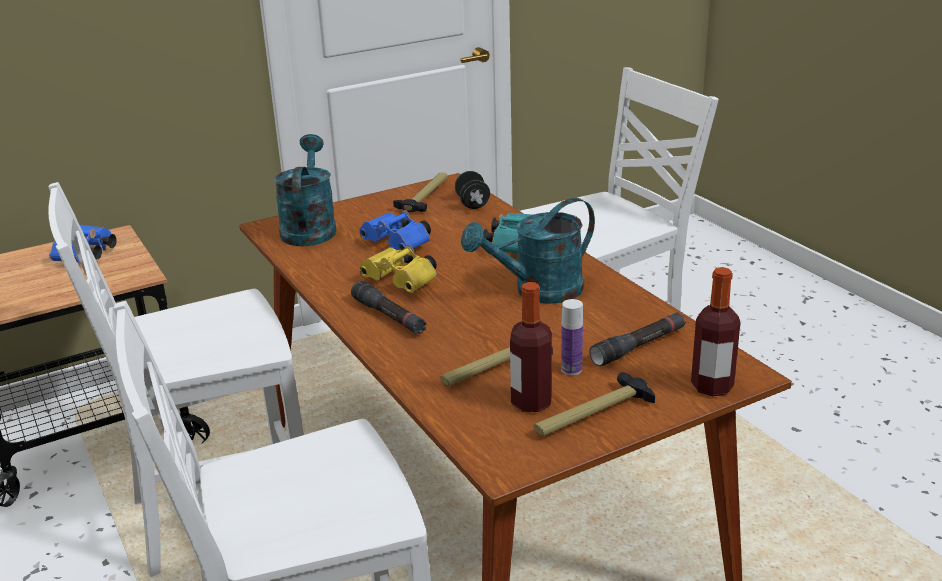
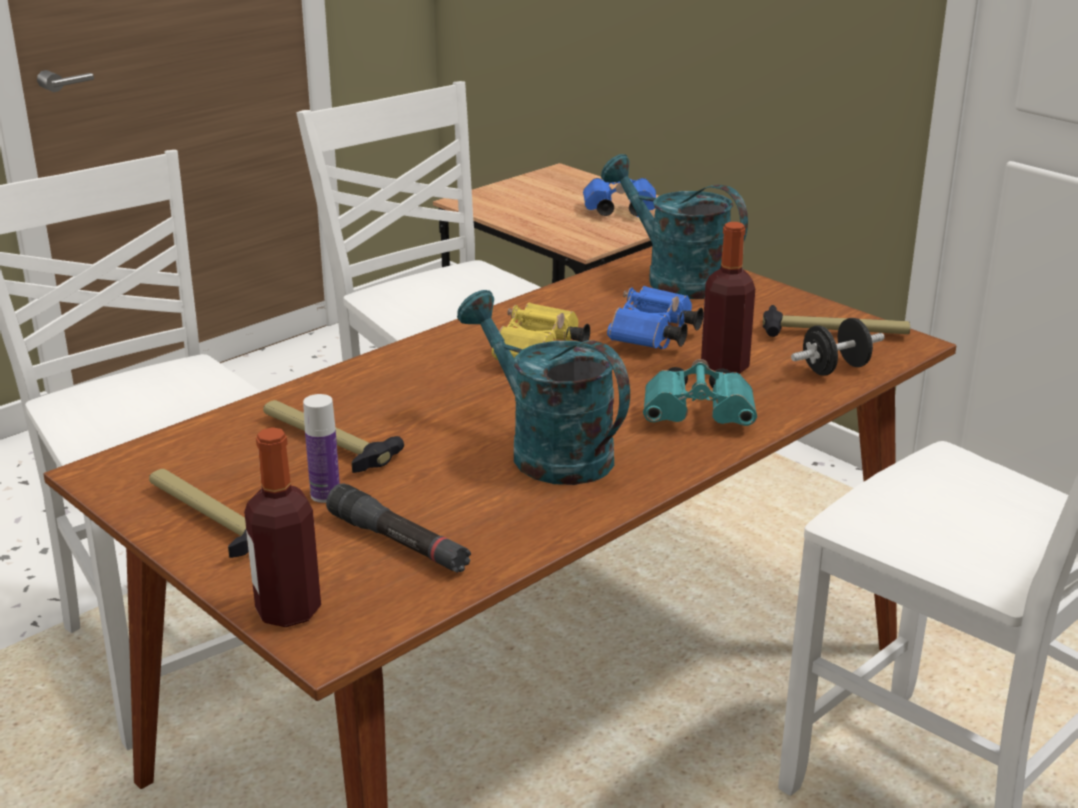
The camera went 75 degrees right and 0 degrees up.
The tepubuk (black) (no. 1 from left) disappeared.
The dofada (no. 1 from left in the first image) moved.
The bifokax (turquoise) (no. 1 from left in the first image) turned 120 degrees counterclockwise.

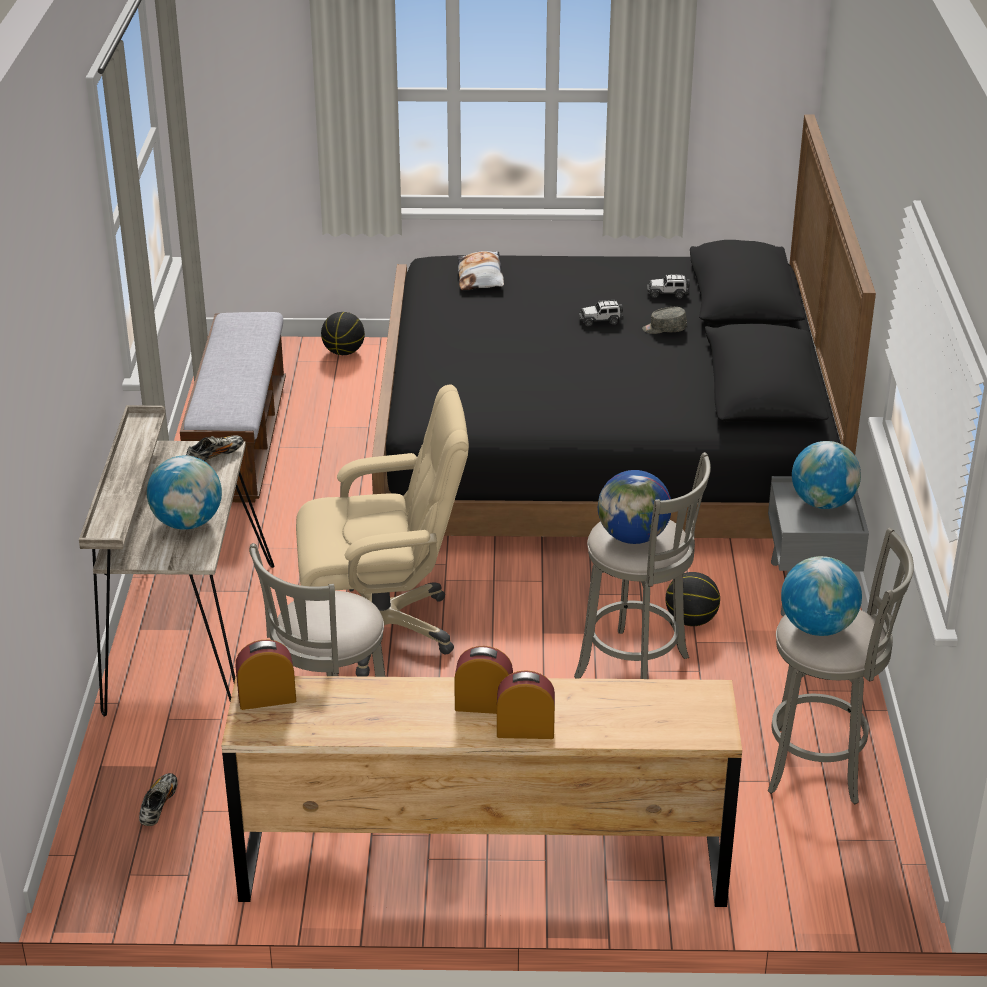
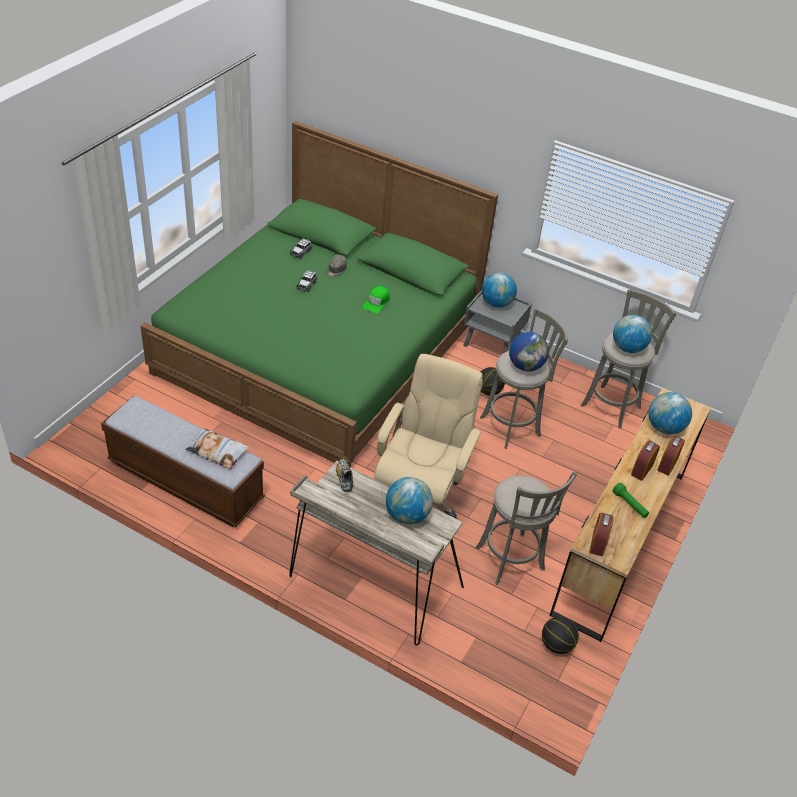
The camera went 65 degrees left and 10 degrees up.
The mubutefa (no. 1 from left) disappeared.
The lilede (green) appeared.
The tepubuk (green) appeared.
The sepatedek (no. 5 from left) appeared.
The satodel (no. 1 from left in the first image) moved.
The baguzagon moved.
The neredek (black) became the neredek (green).

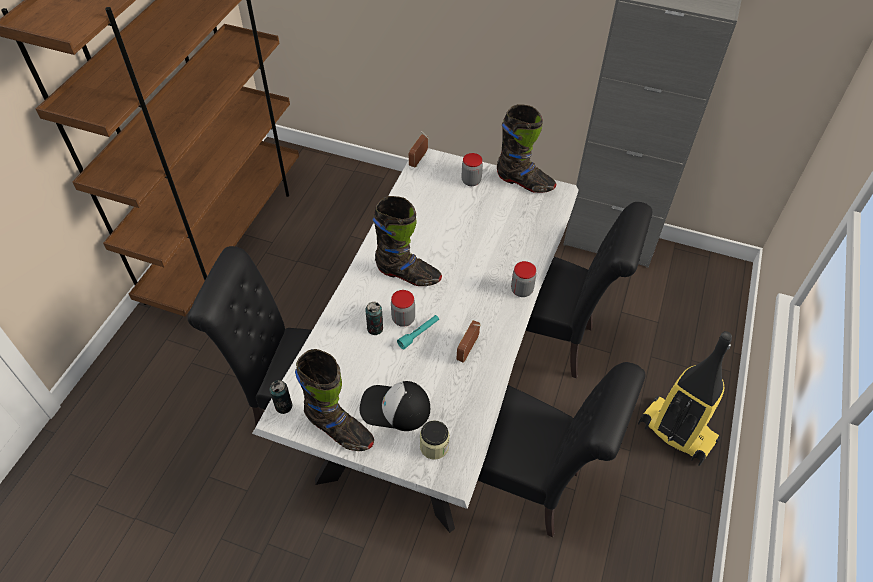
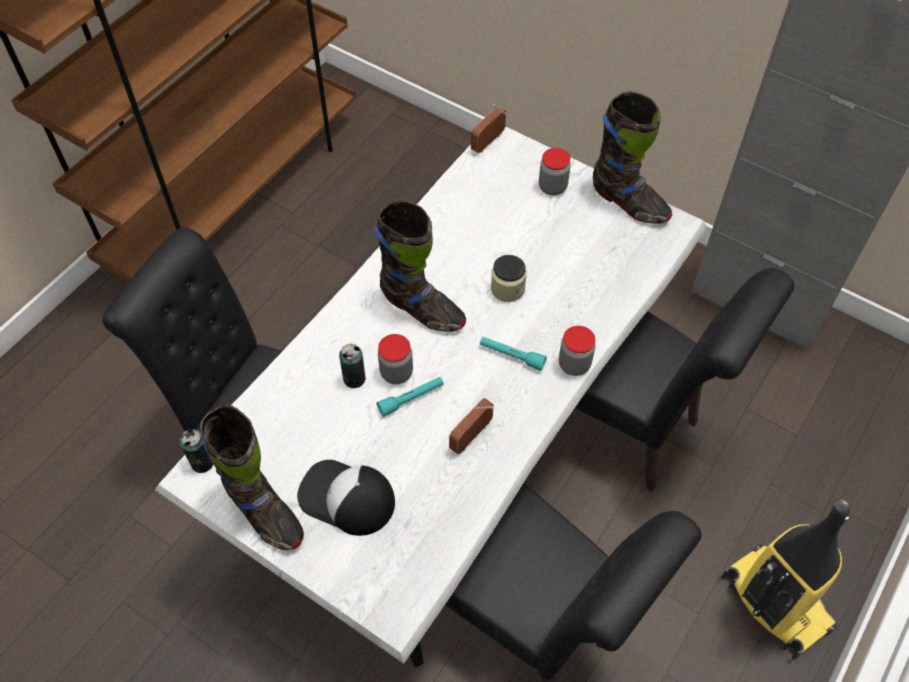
The camera went 15 degrees right and 5 degrees up.
The tepubuk (turquoise) (no. 2 from left) appeared.
The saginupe (no. 2 from left) moved.

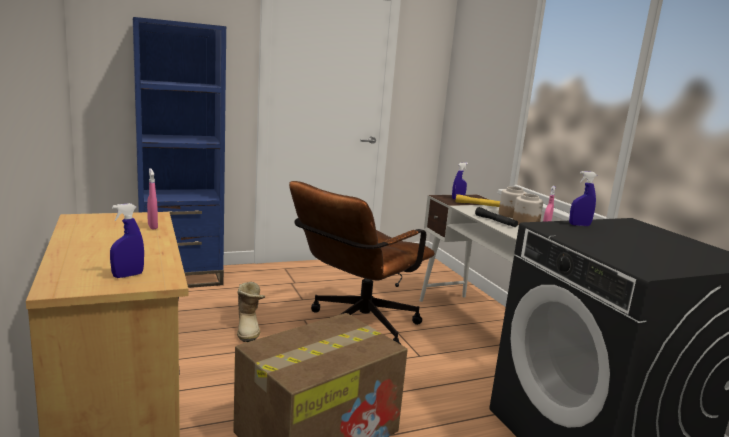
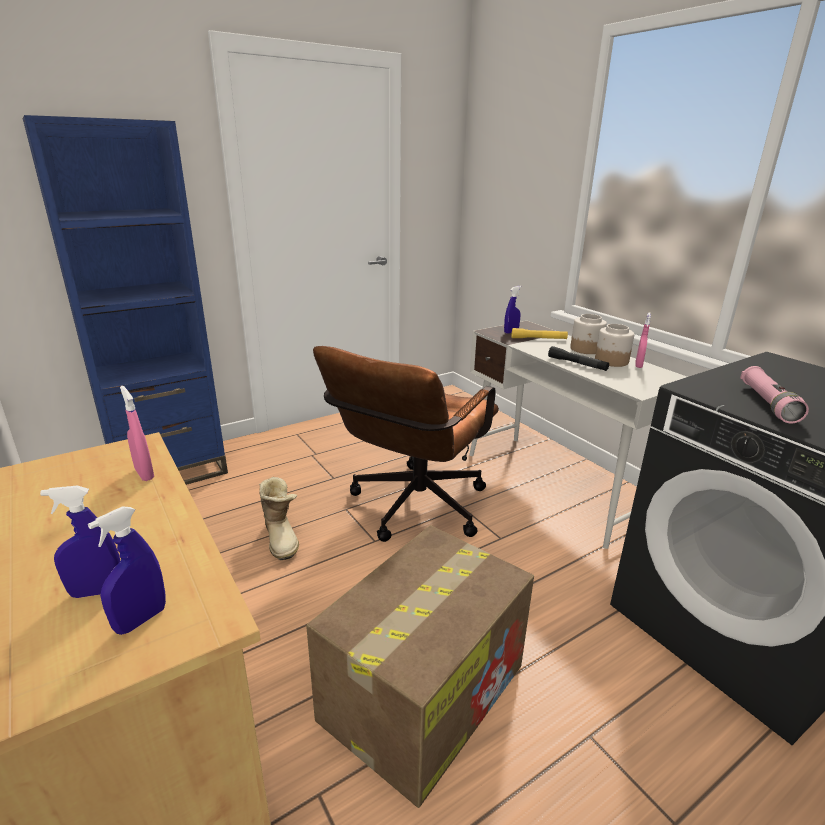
The camera went 10 degrees left and 10 degrees up.
The tepubuk (pink) appeared.
The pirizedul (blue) (no. 3 from left in the first image) moved.

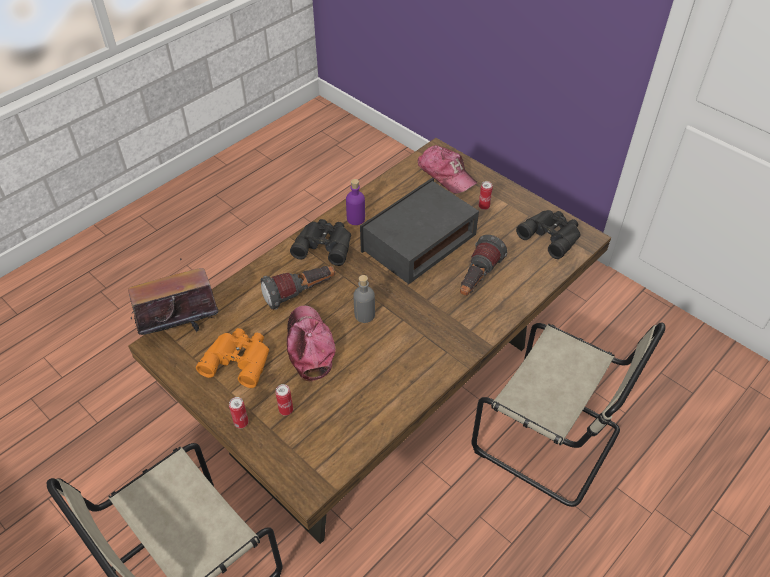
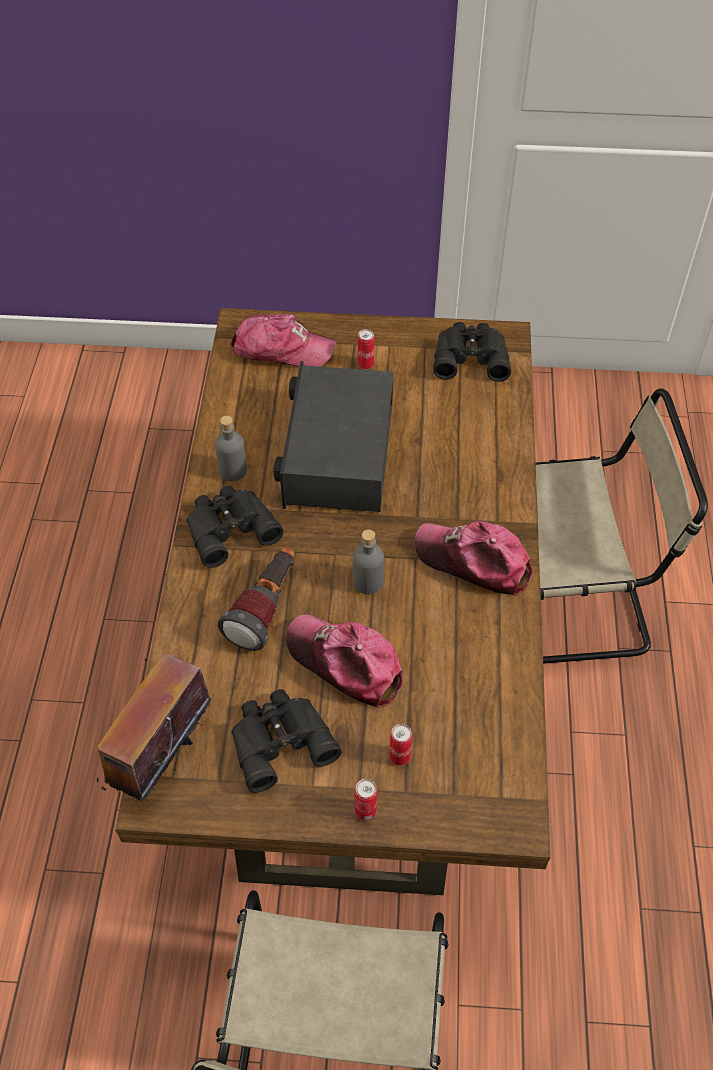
The camera went 40 degrees left and 5 degrees up.
The tepubuk (no. 2 from left) disappeared.
The lilede (no. 3 from left) appeared.
The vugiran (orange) became the vugiran (black) (no. 2 from left).
The dofada (purple) became the dofada (grey) (no. 1 from left).

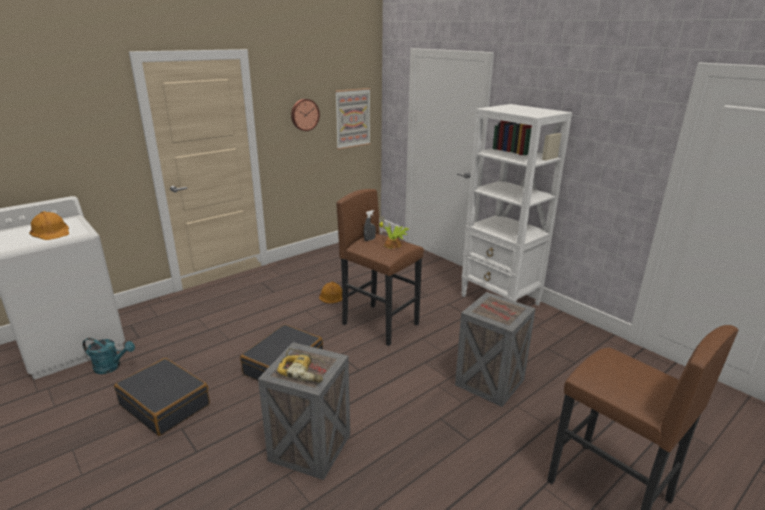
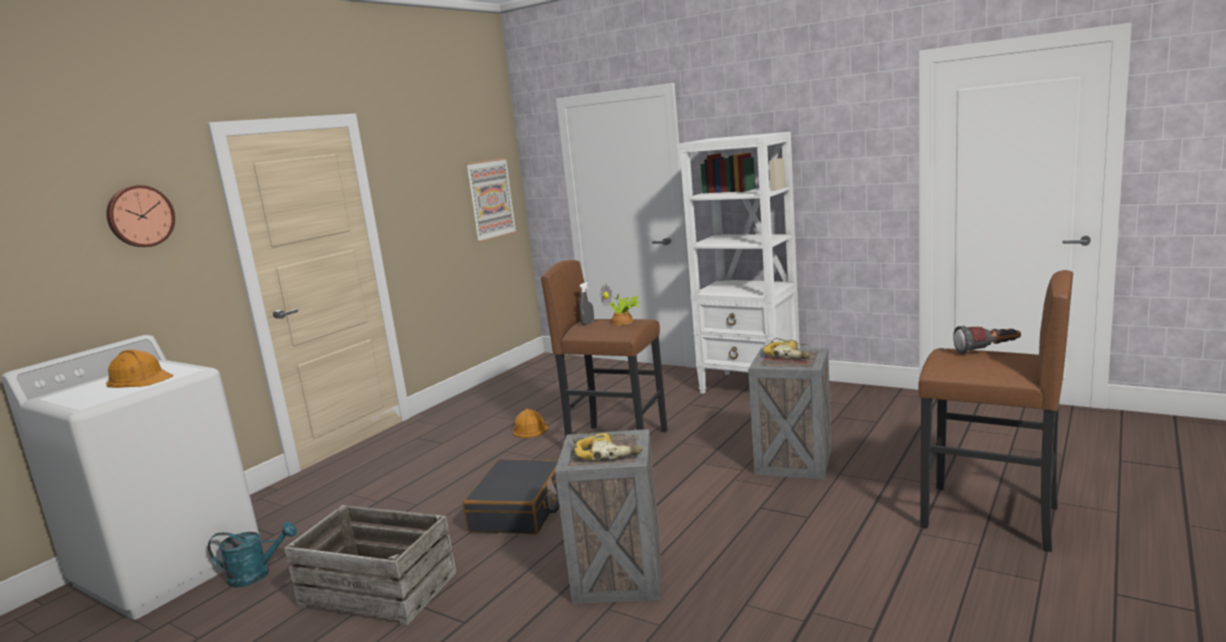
The camera went 15 degrees left and 10 degrees down.
The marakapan (no. 2 from left) appeared.
The tepubuk appeared.
The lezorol moved.
The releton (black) (no. 1 from left) was replaced by the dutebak (no. 1 from left).

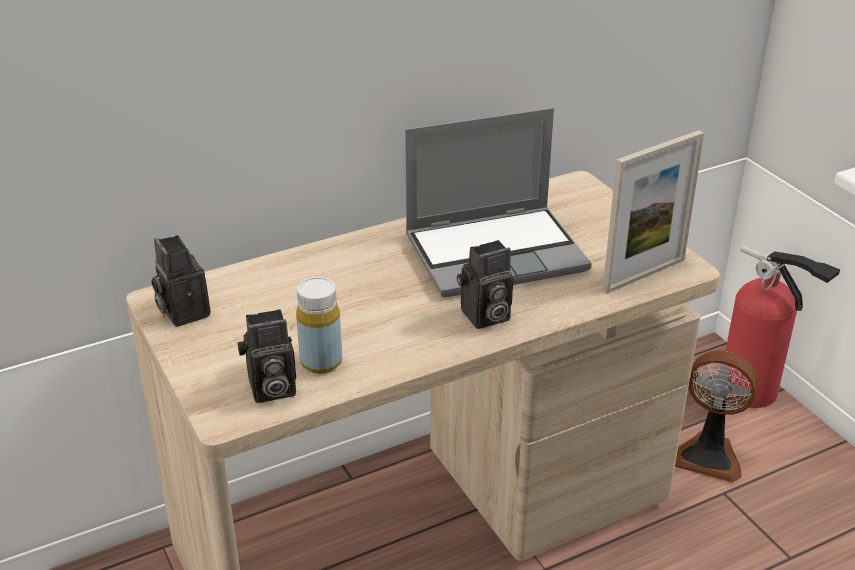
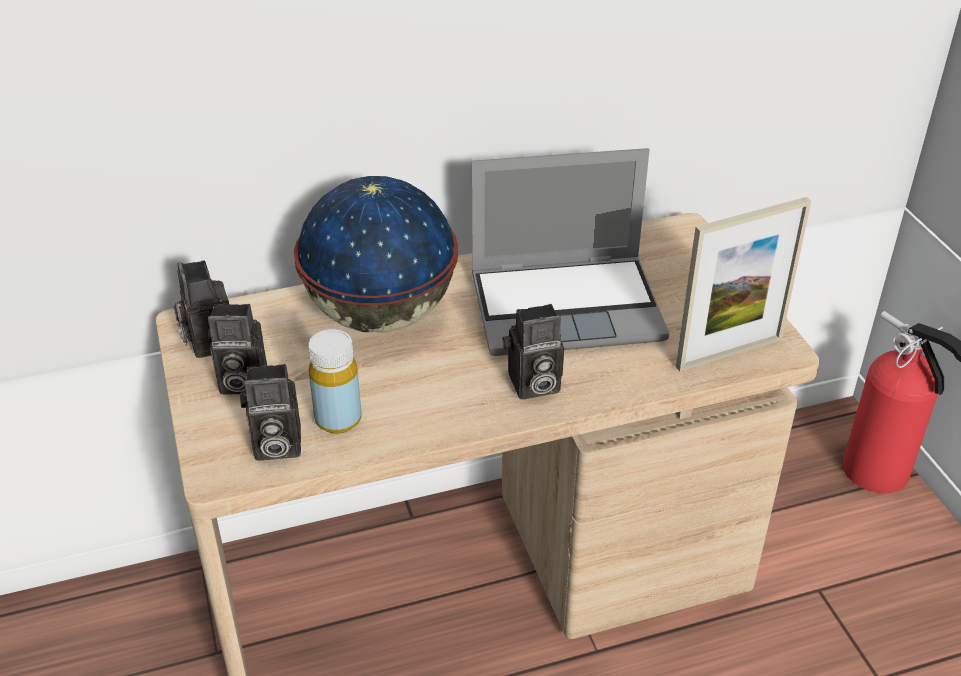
The camera went 10 degrees right and 5 degrees up.
The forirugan disappeared.
The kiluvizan (no. 2 from left) appeared.
The sepatedek appeared.

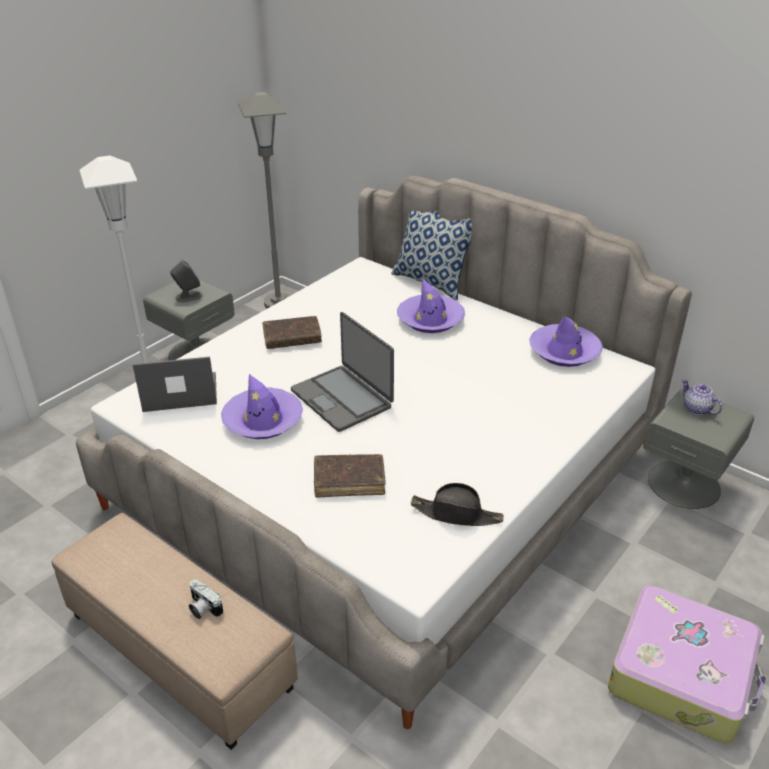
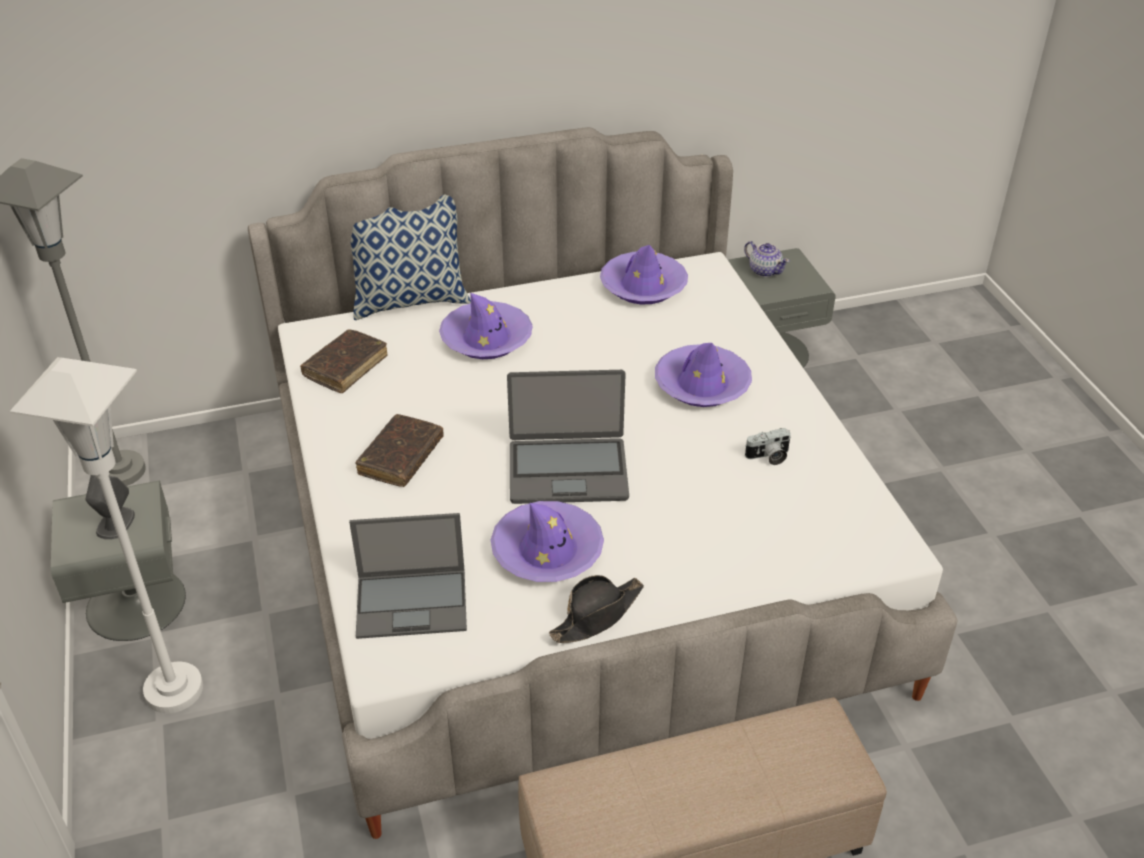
The camera went 55 degrees left and 5 degrees up.
The releton disappeared.
The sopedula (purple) (no. 4 from left) appeared.
The kiluvizan moved.
The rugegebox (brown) (no. 2 from left in the first image) moved.
The sopedula (black) moved.
The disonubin (no. 1 from left) turned 120 degrees counterclockwise.
The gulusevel turned 135 degrees counterclockwise.

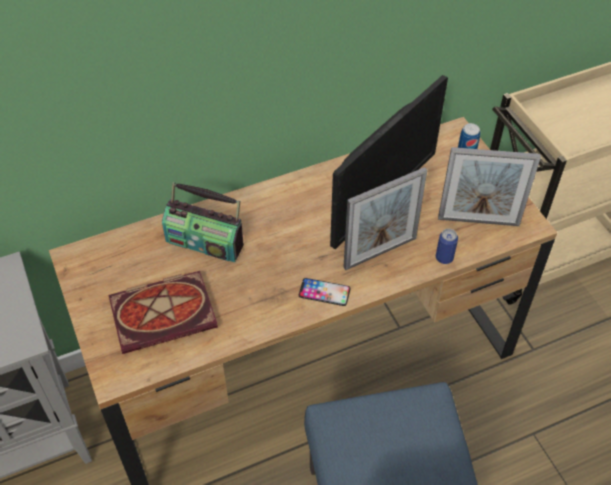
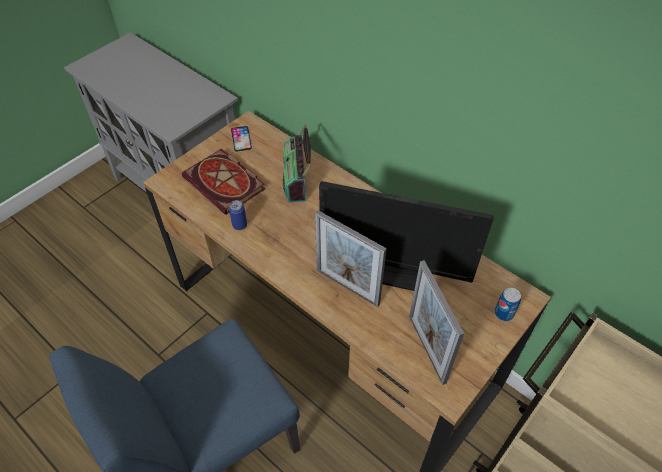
The camera went 65 degrees right and 0 degrees up.
The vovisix moved.
The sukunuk (no. 1 from left) moved.

